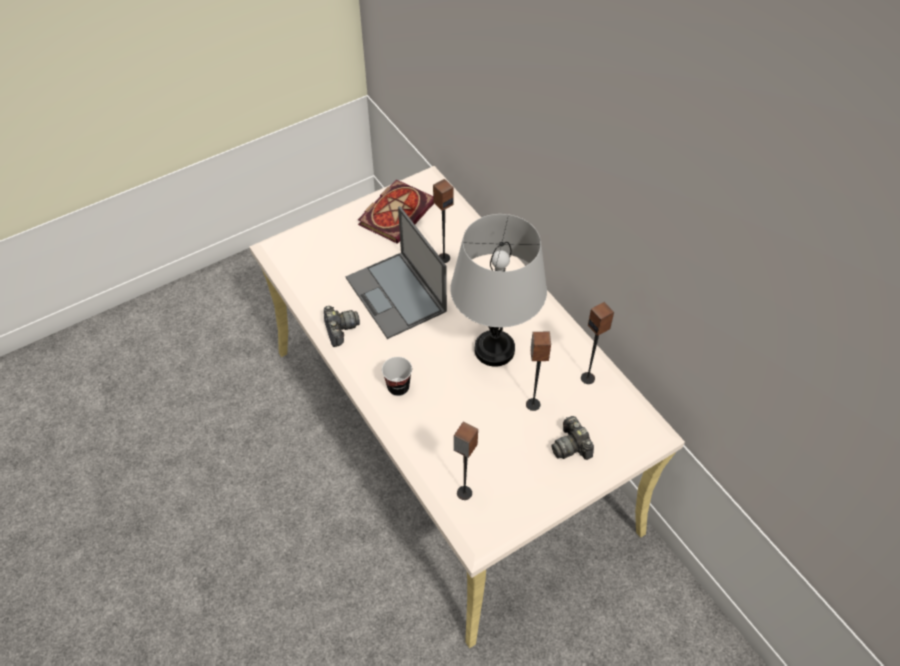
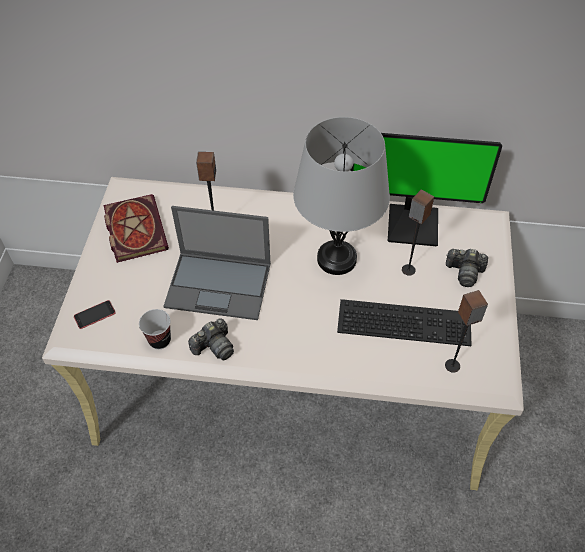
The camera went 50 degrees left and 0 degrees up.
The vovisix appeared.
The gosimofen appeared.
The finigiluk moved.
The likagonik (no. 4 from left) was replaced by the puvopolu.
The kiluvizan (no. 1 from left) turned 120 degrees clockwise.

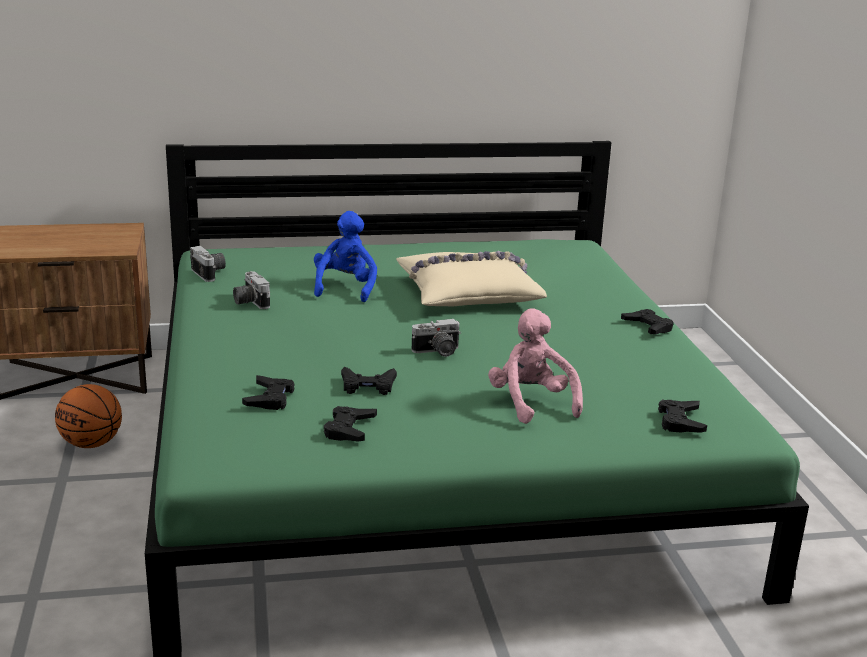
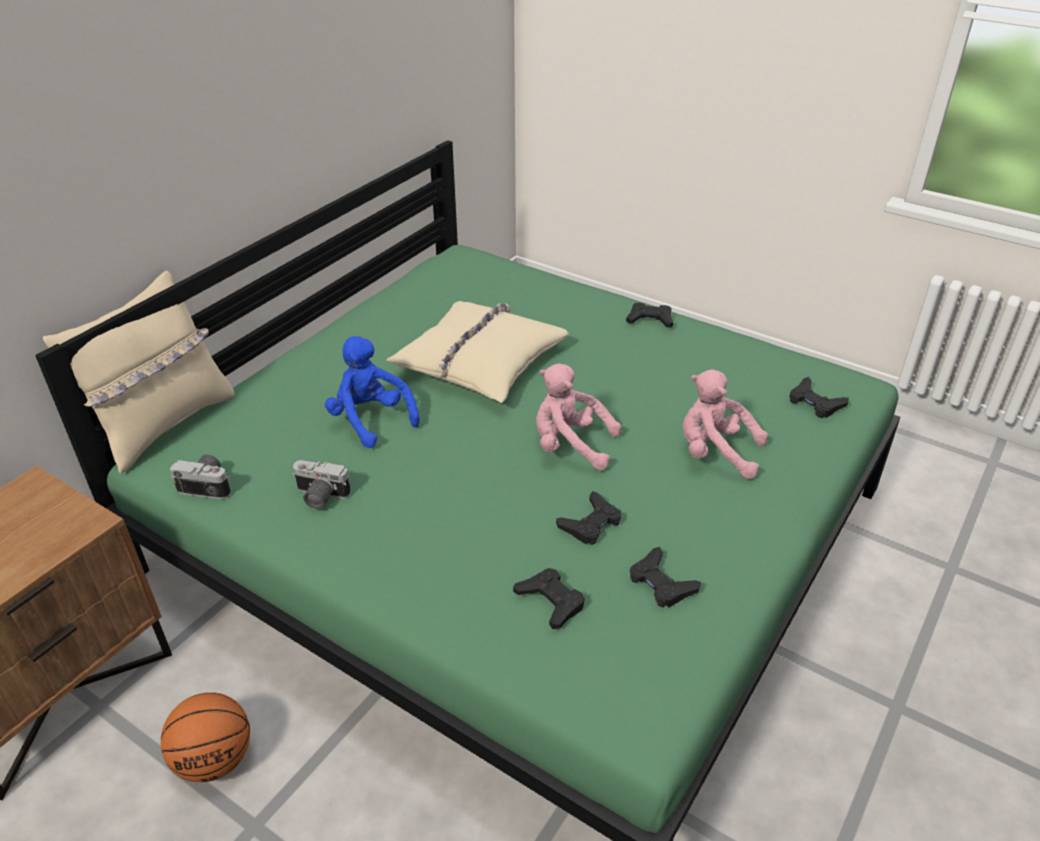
The camera went 45 degrees left and 15 degrees up.
The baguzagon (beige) (no. 1 from left) appeared.
The kiluvizan (no. 3 from left) was replaced by the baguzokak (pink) (no. 1 from left).

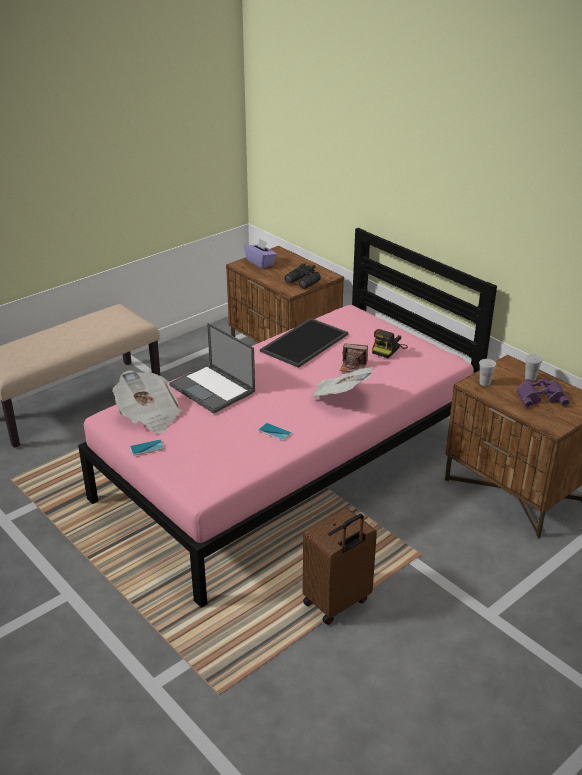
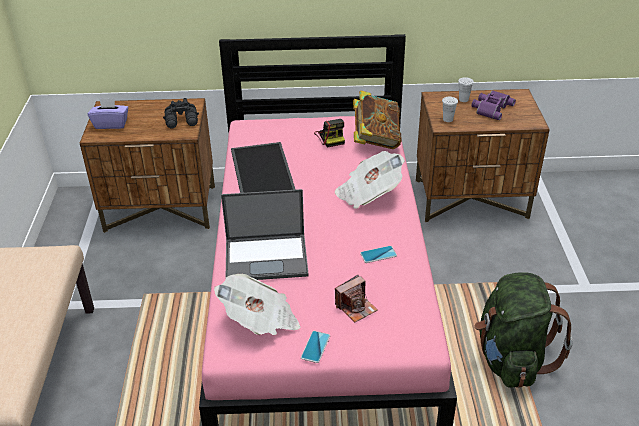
The camera went 50 degrees left and 5 degrees up.
The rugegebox appeared.
The kiluvizan (no. 1 from left in the first image) moved.
The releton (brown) was replaced by the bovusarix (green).

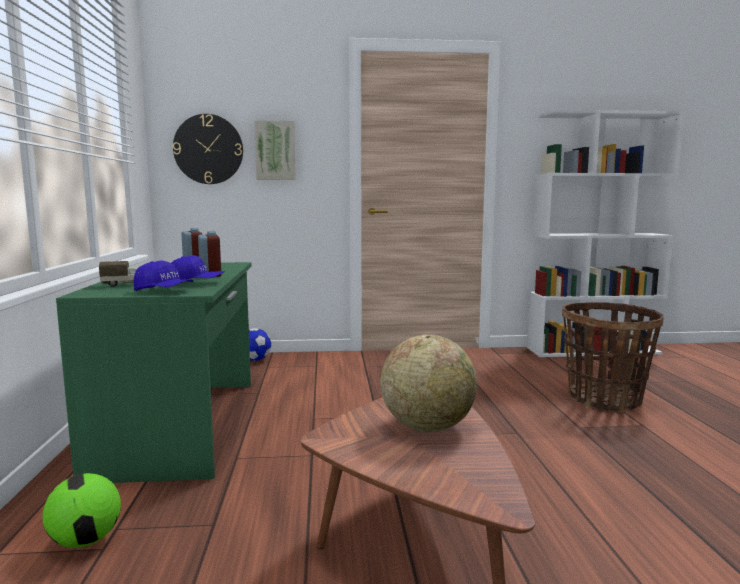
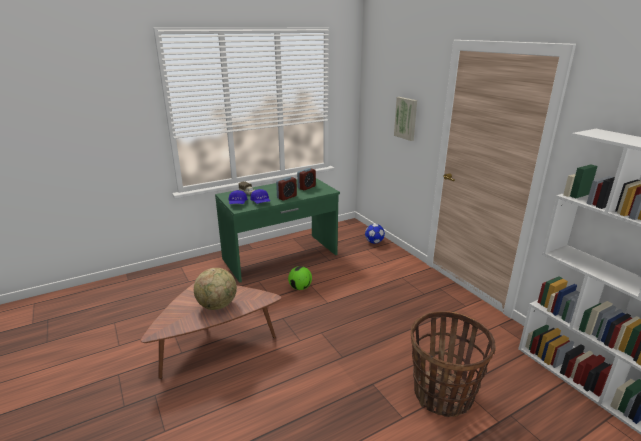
The camera went 65 degrees right and 15 degrees up.
The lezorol disappeared.
The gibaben (no. 1 from left) moved.

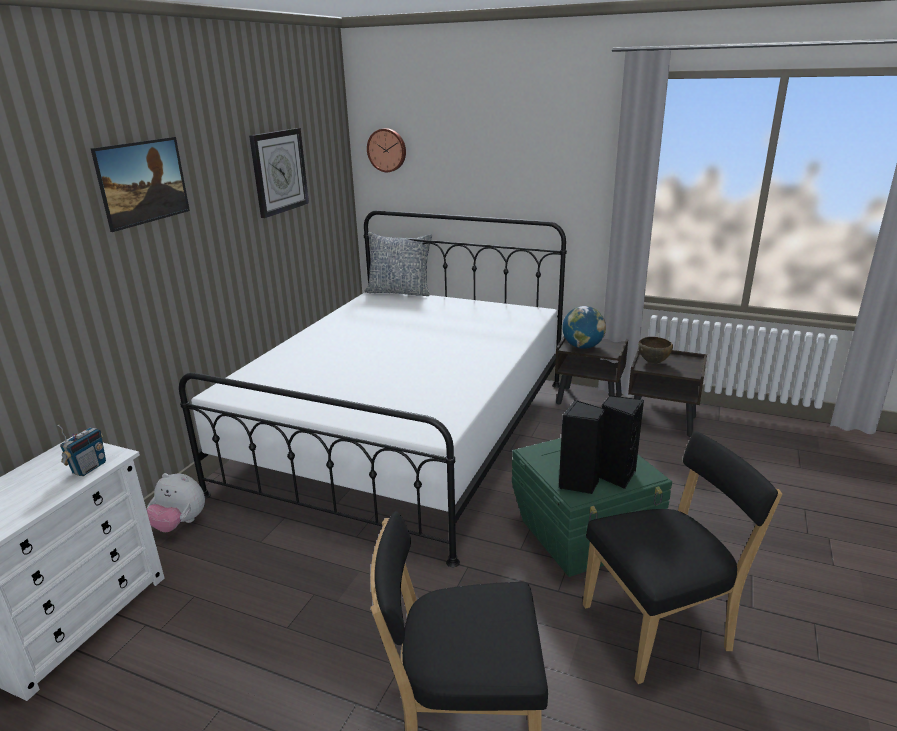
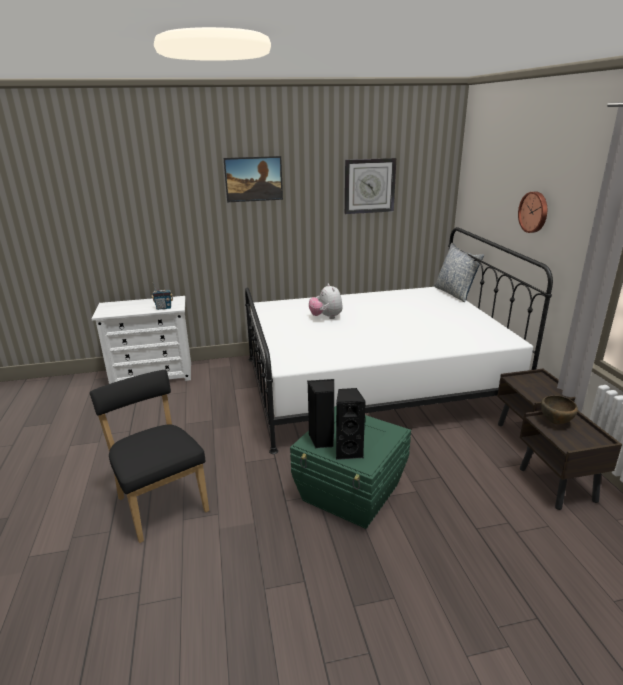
The camera went 55 degrees right and 0 degrees up.
The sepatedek disappeared.
The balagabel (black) (no. 2 from left) disappeared.
The baguzokak moved.
The lezorol (no. 2 from left) moved.

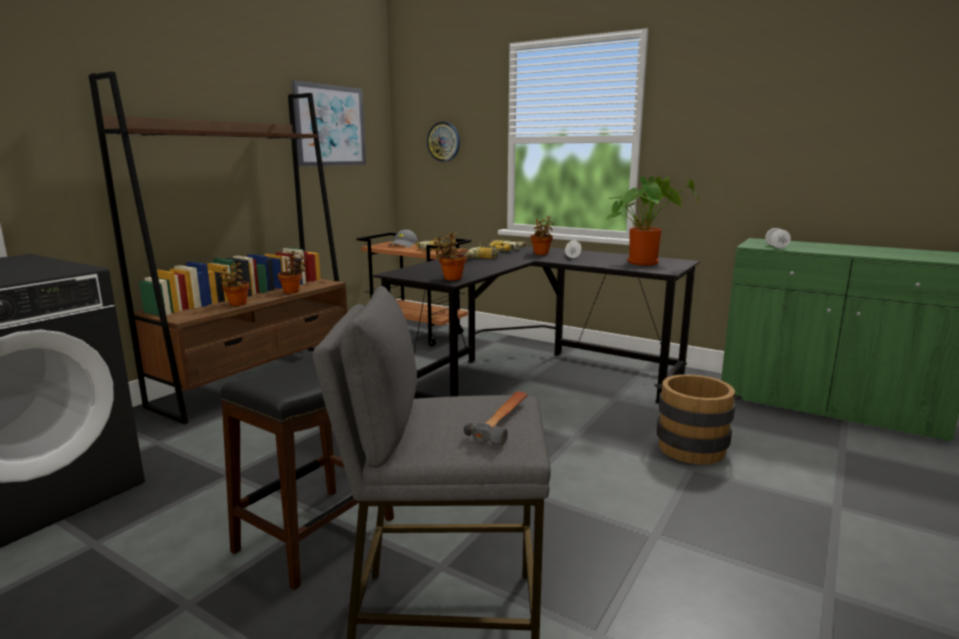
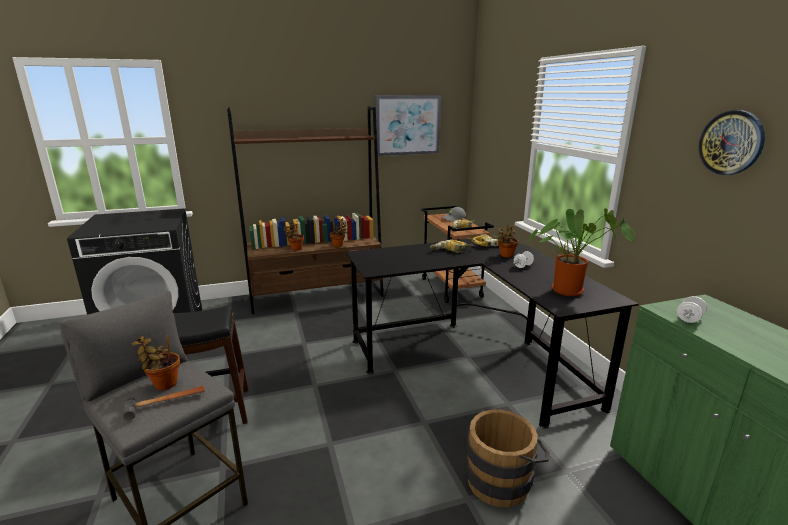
The camera went 40 degrees right and 5 degrees up.
The lezorol moved.
The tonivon (no. 3 from left in the first image) moved.

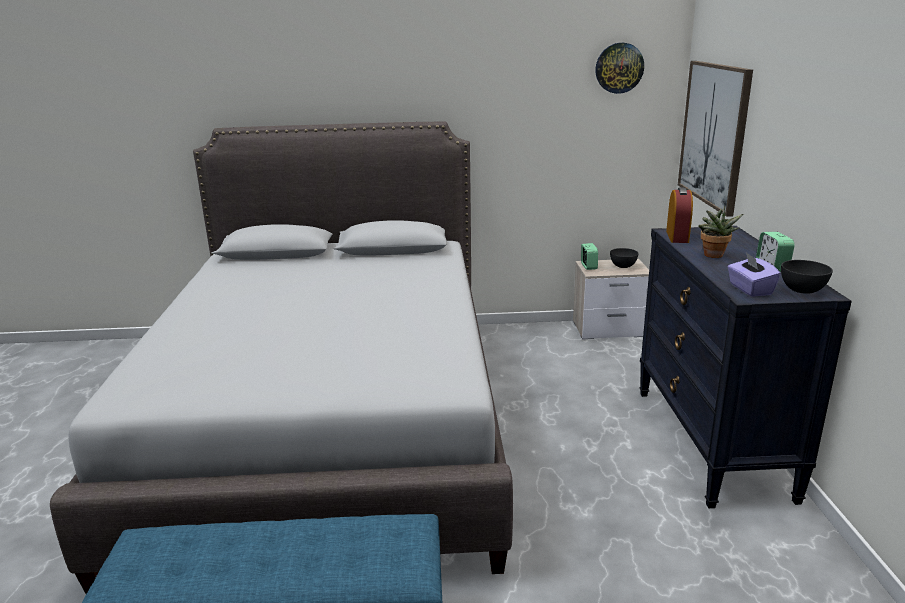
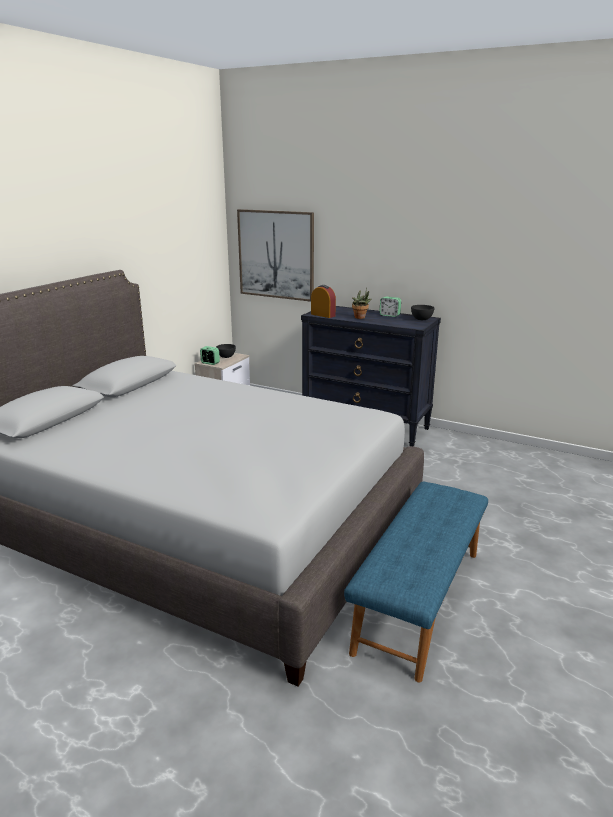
The camera went 60 degrees left and 0 degrees up.
The lezorol disappeared.
The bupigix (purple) disappeared.

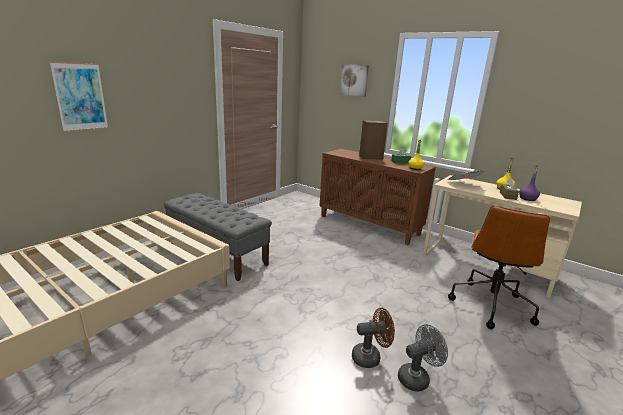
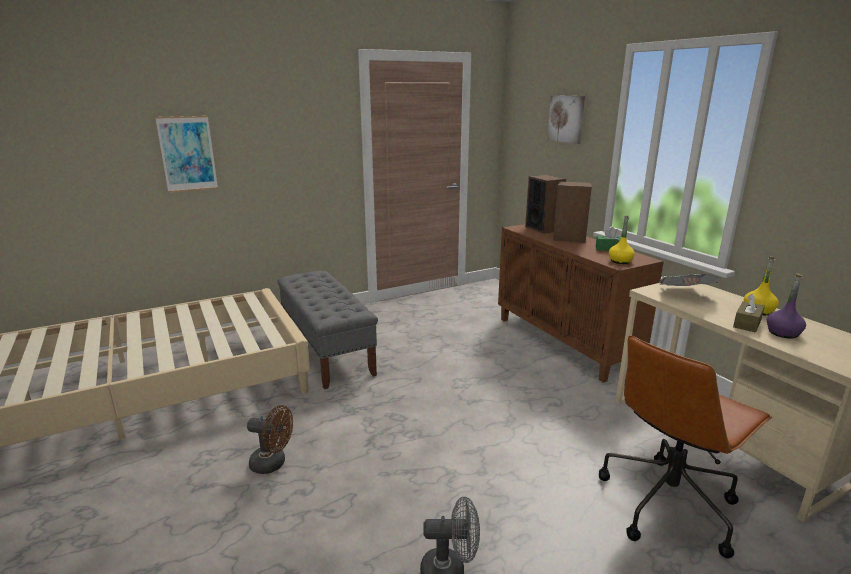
The camera went 25 degrees right and 0 degrees up.
The likagonik (no. 1 from left) appeared.
The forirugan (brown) moved.

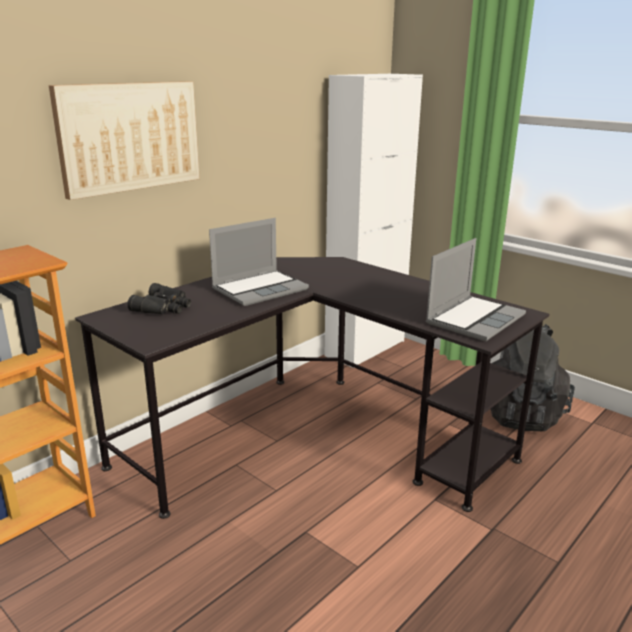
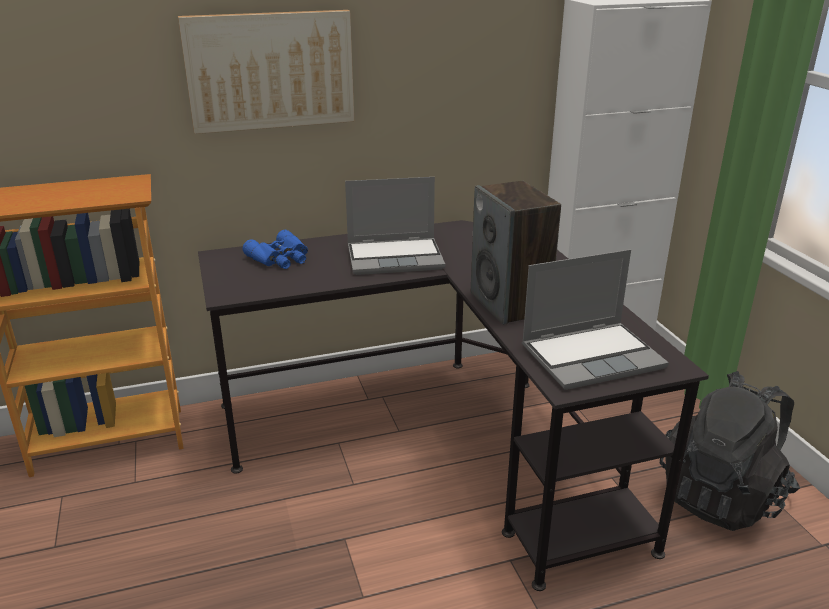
The camera went 30 degrees right and 5 degrees up.
The likagonik appeared.
The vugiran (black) became the vugiran (blue).

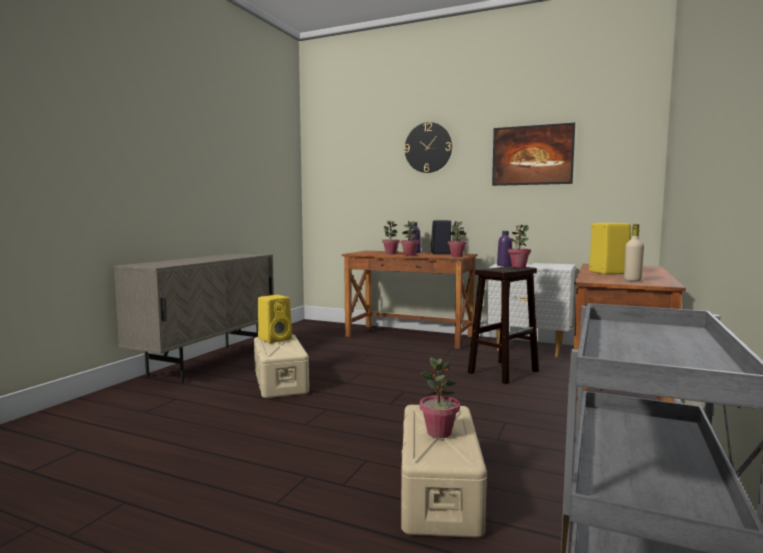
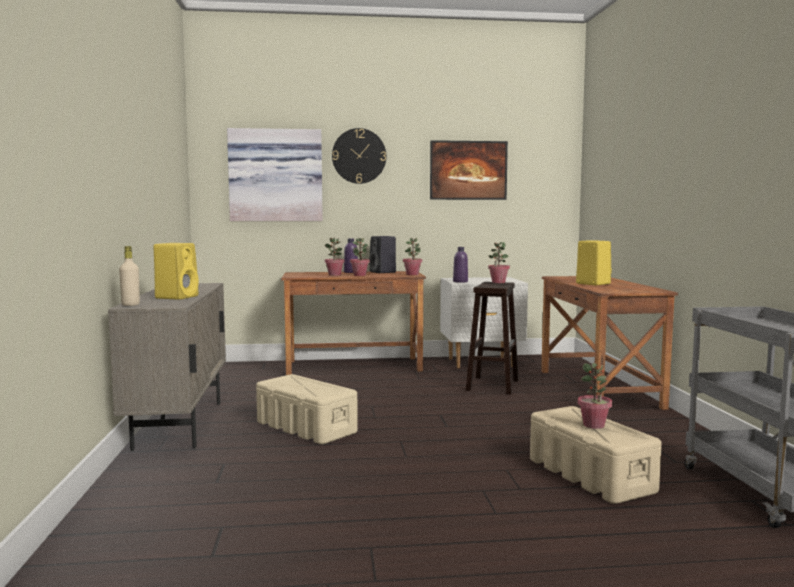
The camera went 30 degrees left and 0 degrees up.
The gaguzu (no. 1 from left) appeared.
The likagonik (yellow) (no. 1 from left) moved.
The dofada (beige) moved.

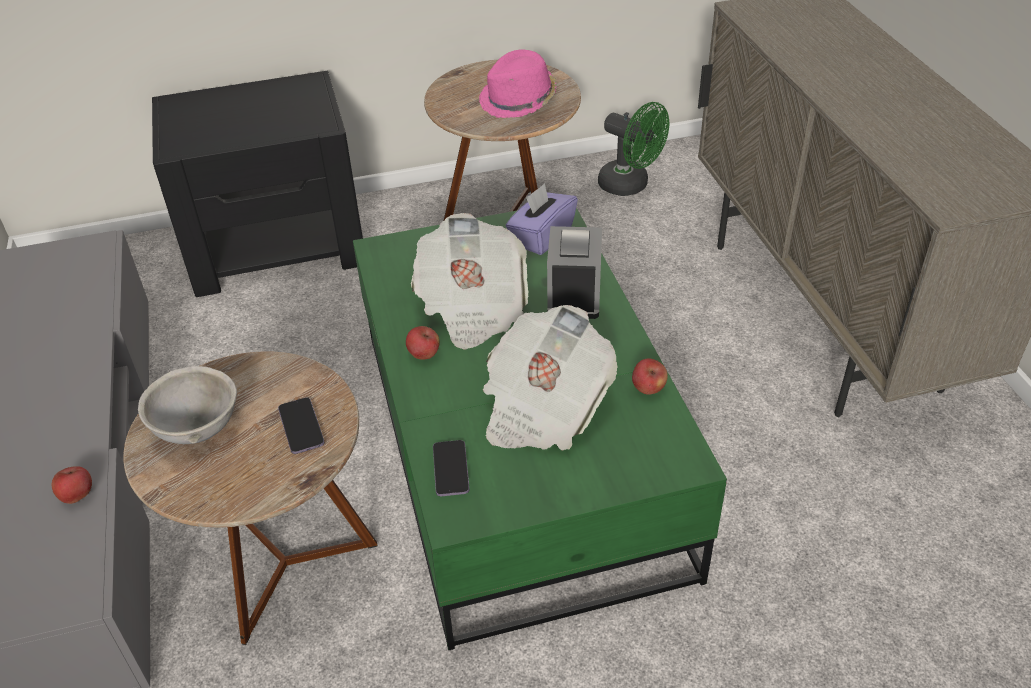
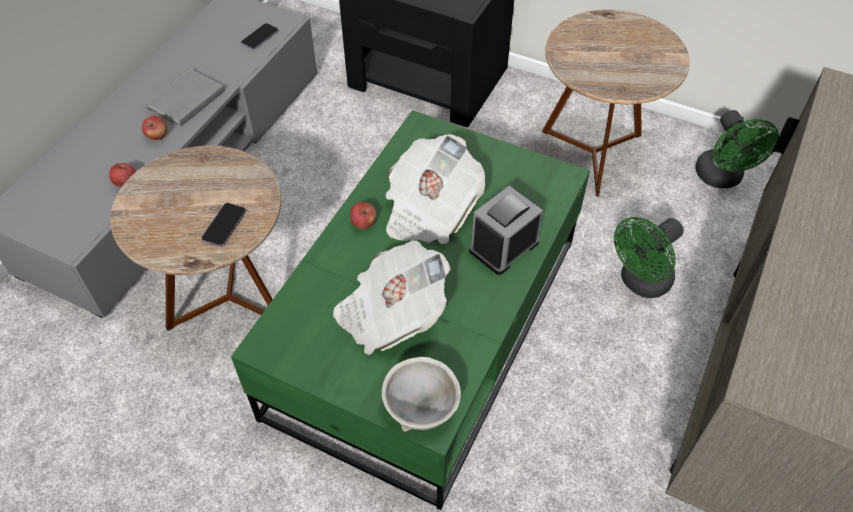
The camera went 40 degrees right and 10 degrees up.
The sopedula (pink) disappeared.
The bupigix (purple) disappeared.
The rugegebox (grey) appeared.
The forirugan (green) (no. 1 from left) appeared.
The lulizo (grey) moved.
The vovisix (no. 2 from left) moved.
The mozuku (no. 3 from left in the first image) moved.

